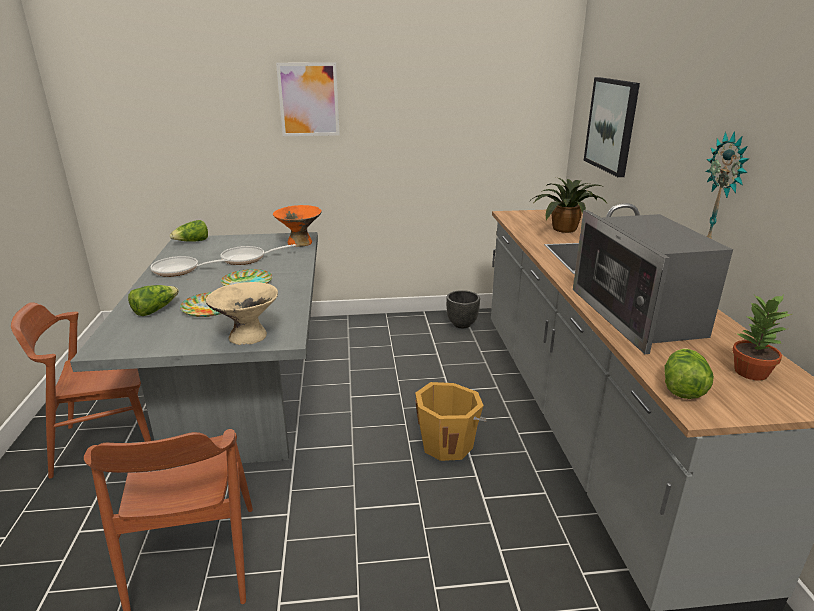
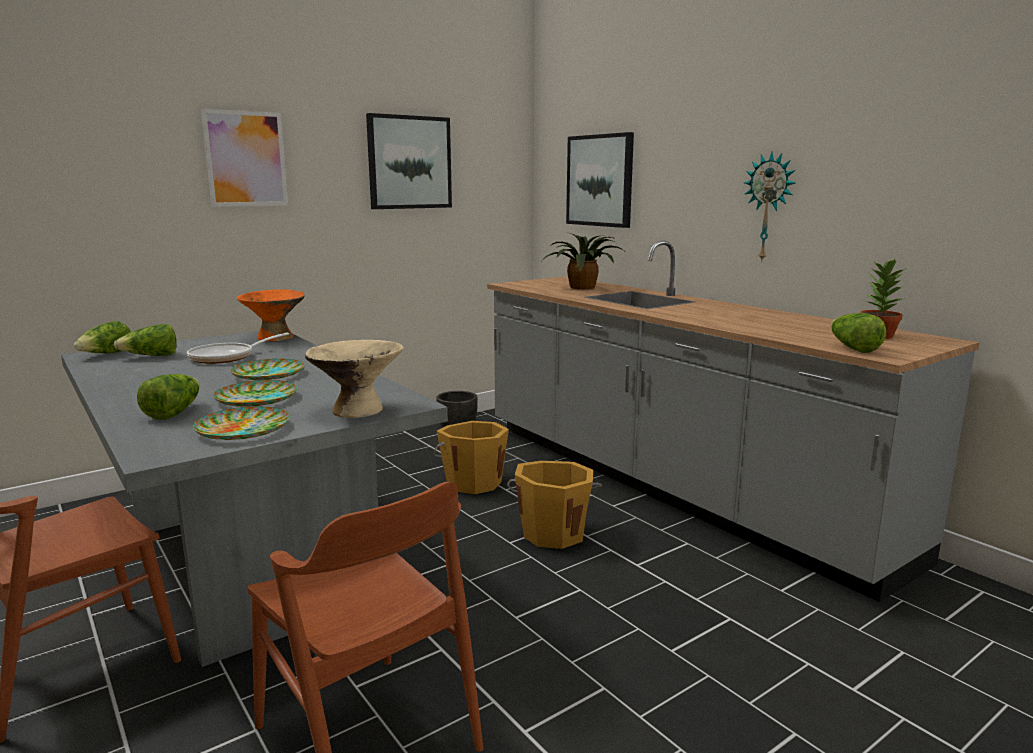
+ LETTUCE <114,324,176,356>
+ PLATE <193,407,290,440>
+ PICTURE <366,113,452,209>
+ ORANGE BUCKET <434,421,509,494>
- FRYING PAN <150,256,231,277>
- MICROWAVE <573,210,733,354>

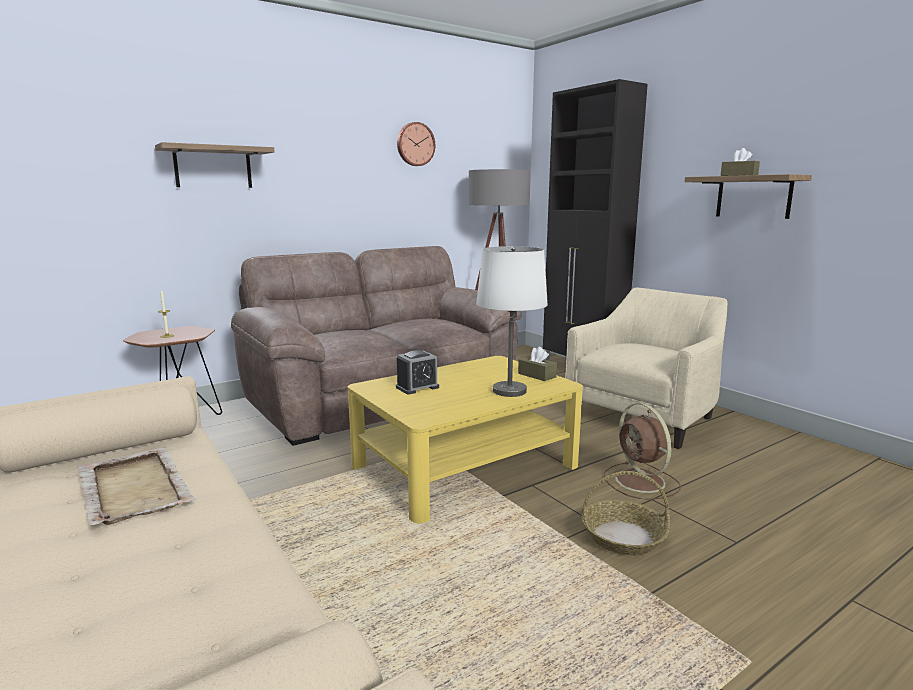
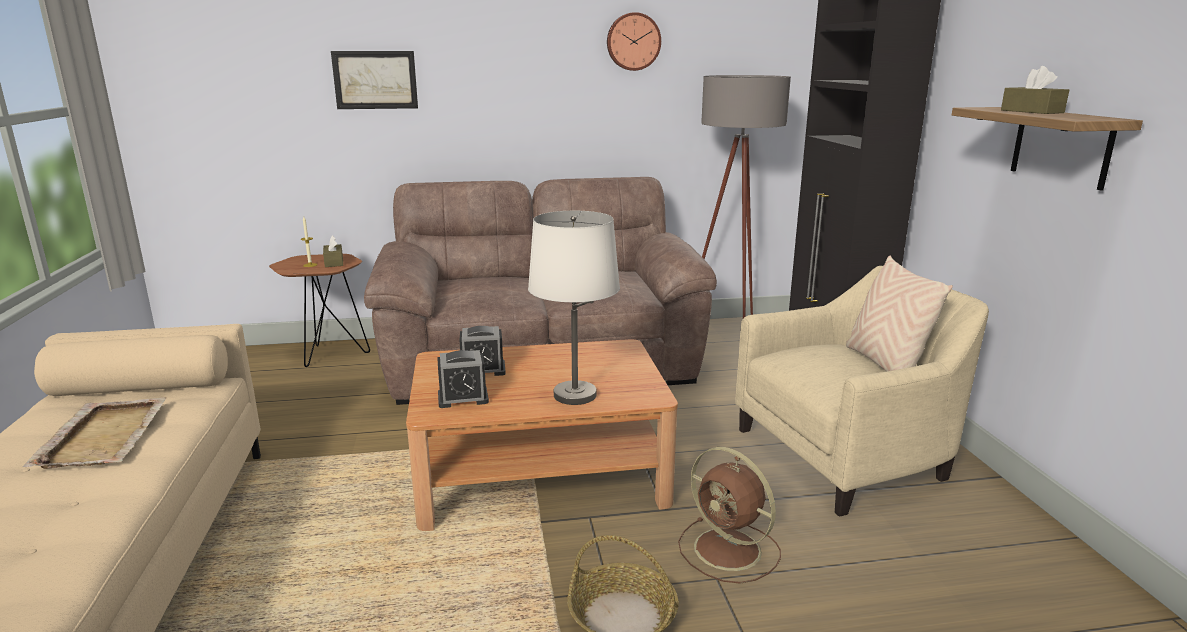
~ BROWN TISSUE BOX <518,347,557,381> to <323,235,343,267>
~ SHELF <155,142,275,188> to PICTURE <331,51,418,109>
~ YELLOW COFFEE TABLE <348,356,583,524> to BROWN COFFEE TABLE <406,339,678,531>
+ ALARM CLOCK <437,350,489,408>
~ BROWN FAN <604,403,681,500> = <678,447,781,584> 45 degrees counterclockwise
+ BEIGE PILLOW <846,255,953,371>

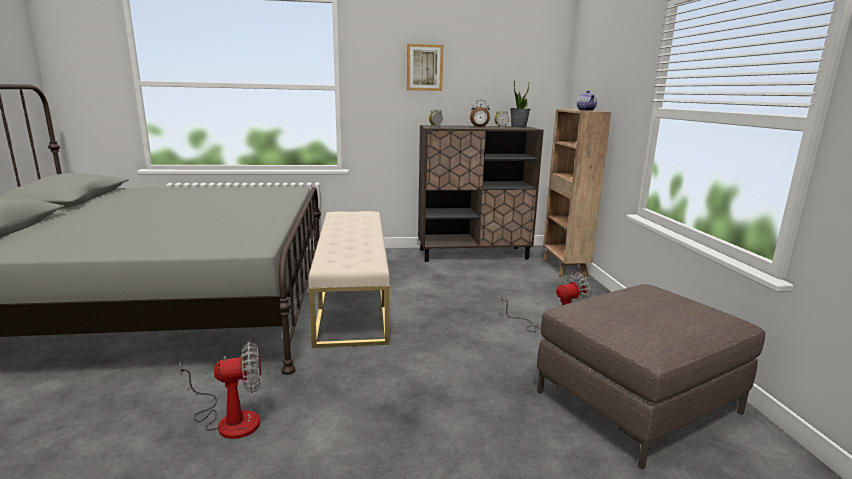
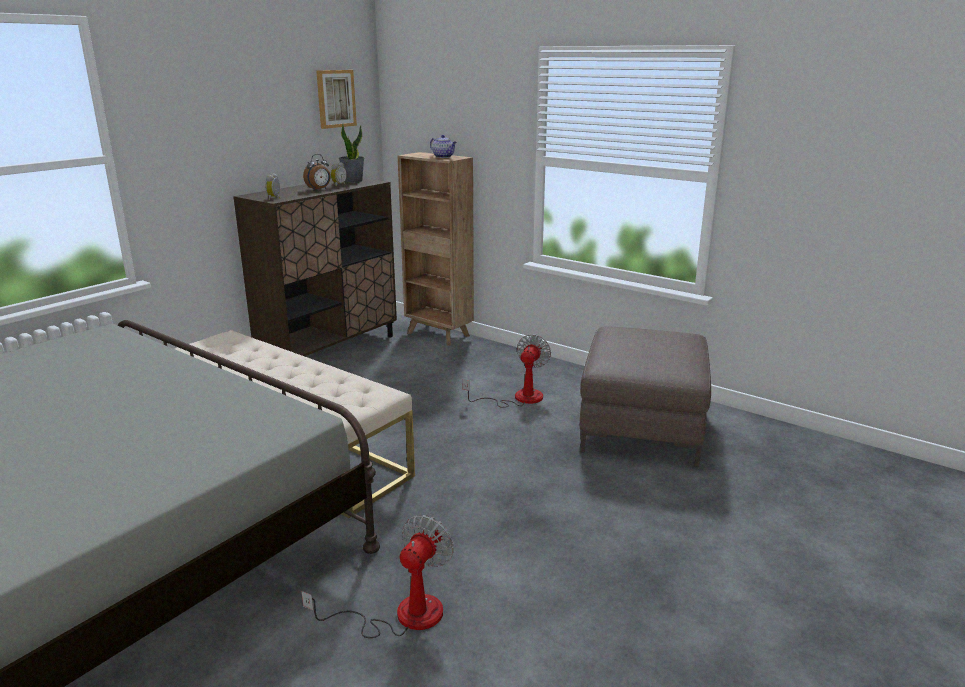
~ PICTURE <407,44,443,91> to <316,70,357,129>

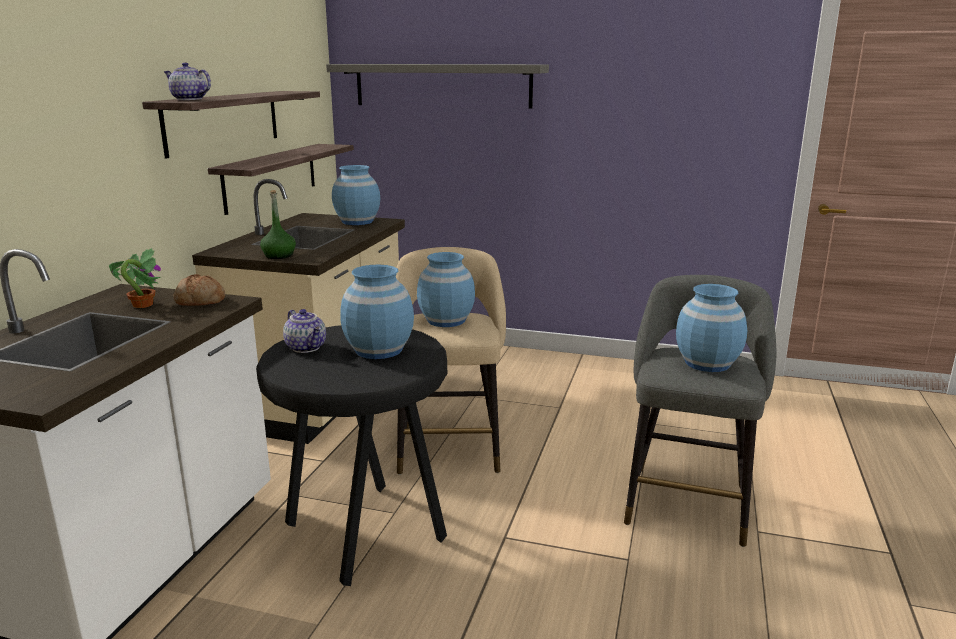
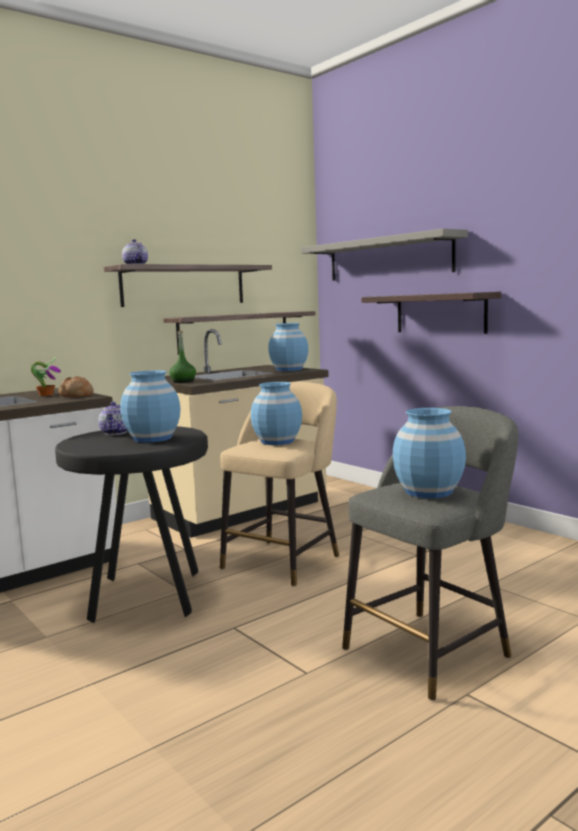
+ SHELF <362,292,501,334>

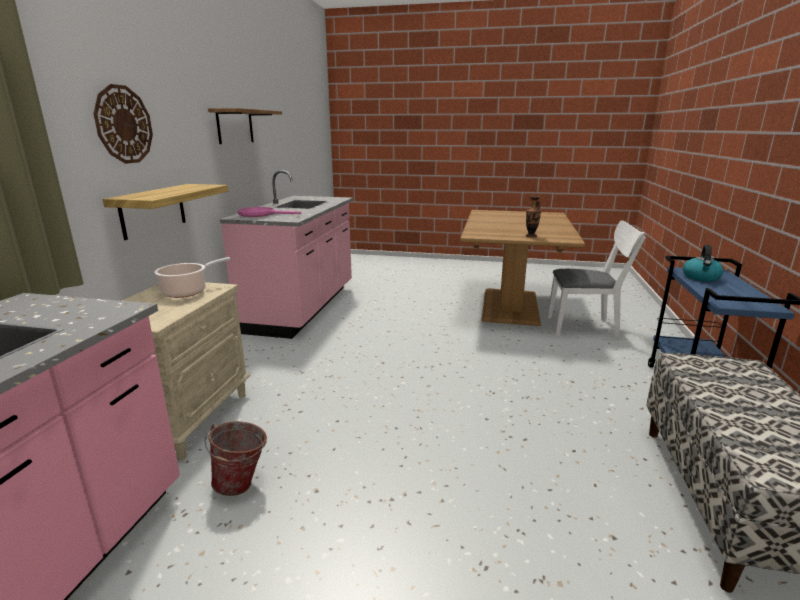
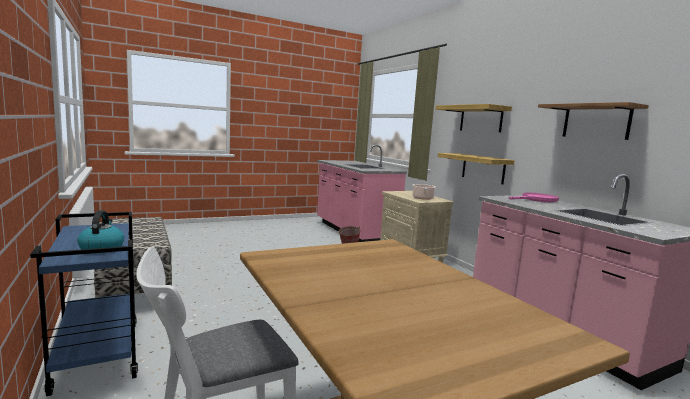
~ WALL CLOCK <93,84,153,164> to SHELF <436,104,512,132>
- VASE <526,196,541,237>

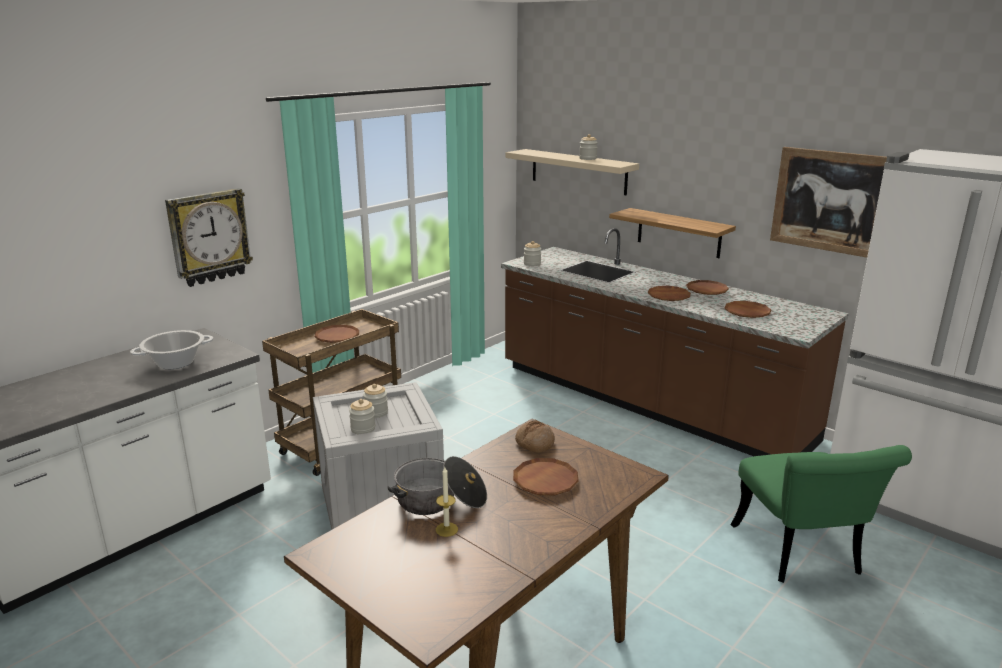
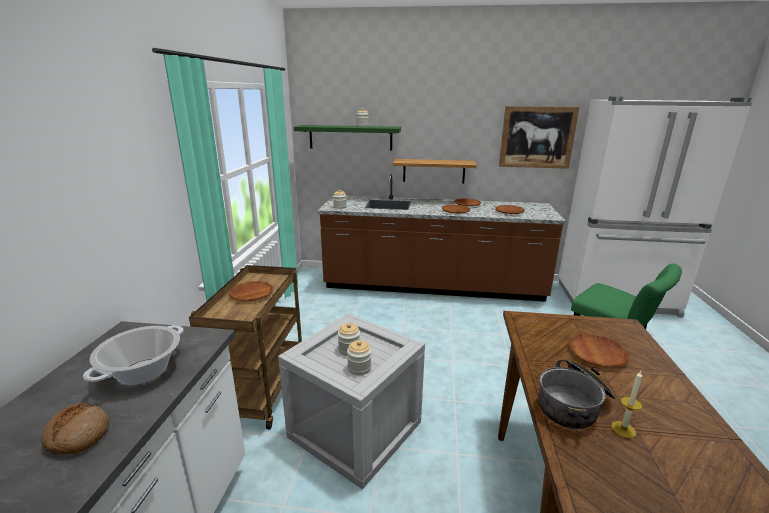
~ BREAD <515,420,555,453> to <41,403,109,455>
~ BEIGE SHELF <506,149,639,195> to GREEN SHELF <294,125,401,150>
- WALL CLOCK <165,188,253,287>

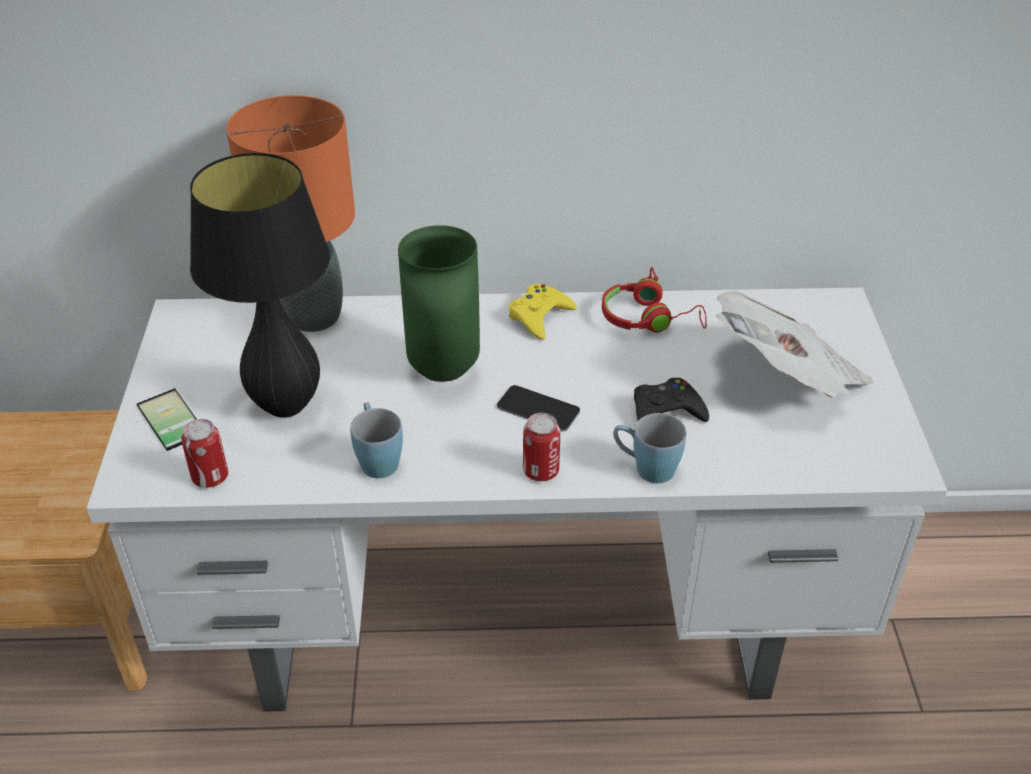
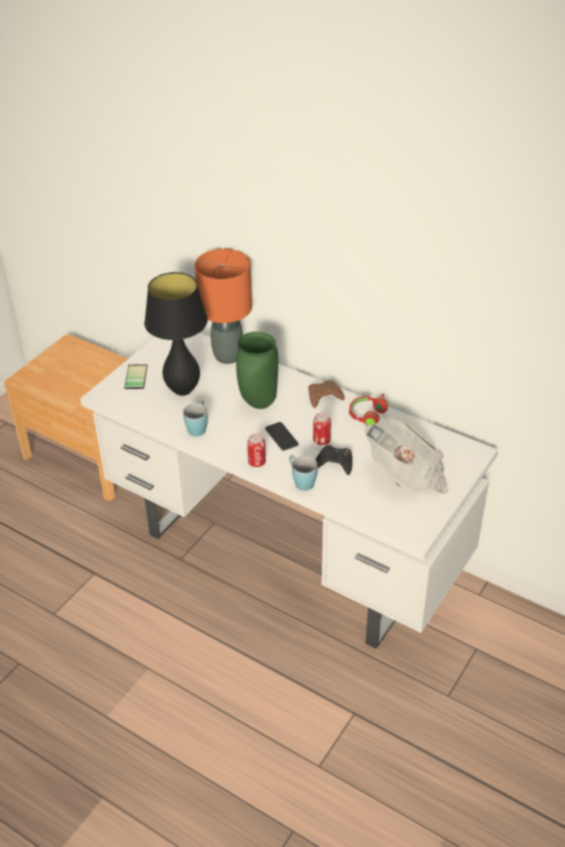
~ YELLOW GAME CONTROLLER <509,284,577,340> to BROWN GAME CONTROLLER <308,380,345,408>
~ CAN <181,419,228,488> to <313,412,331,445>

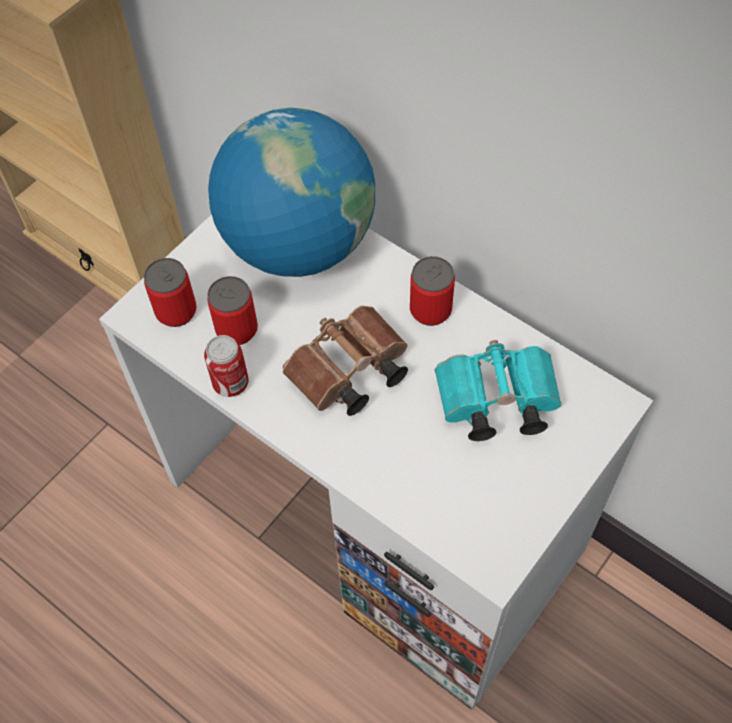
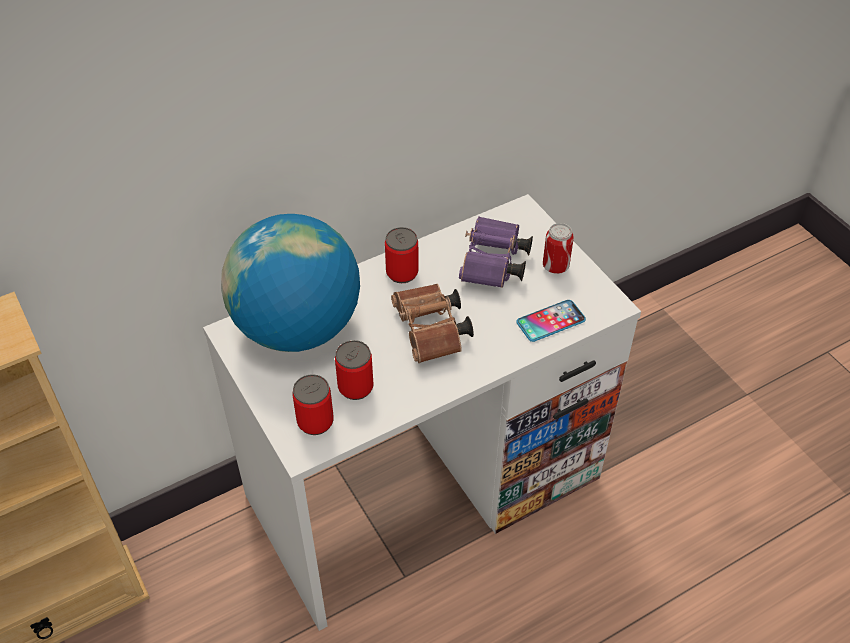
~ TURQUOISE BINOCULARS <434,340,561,441> to PURPLE BINOCULARS <459,216,533,288>
+ PHONE <516,300,586,342>
~ CAN <204,335,248,397> to <543,223,574,274>

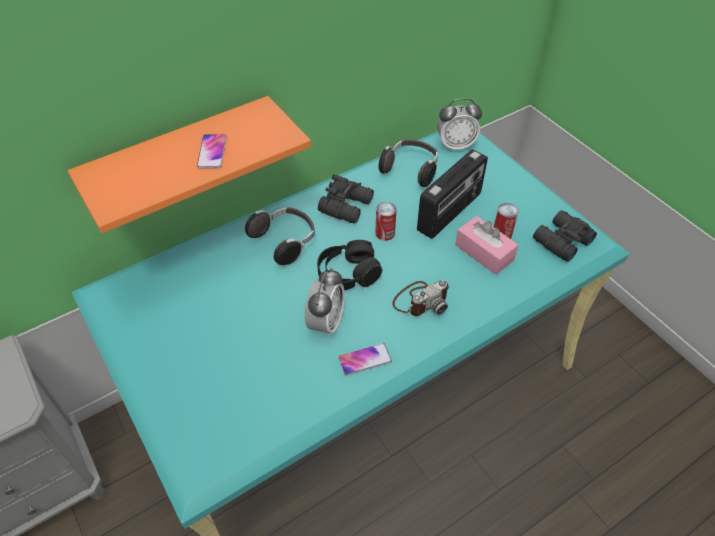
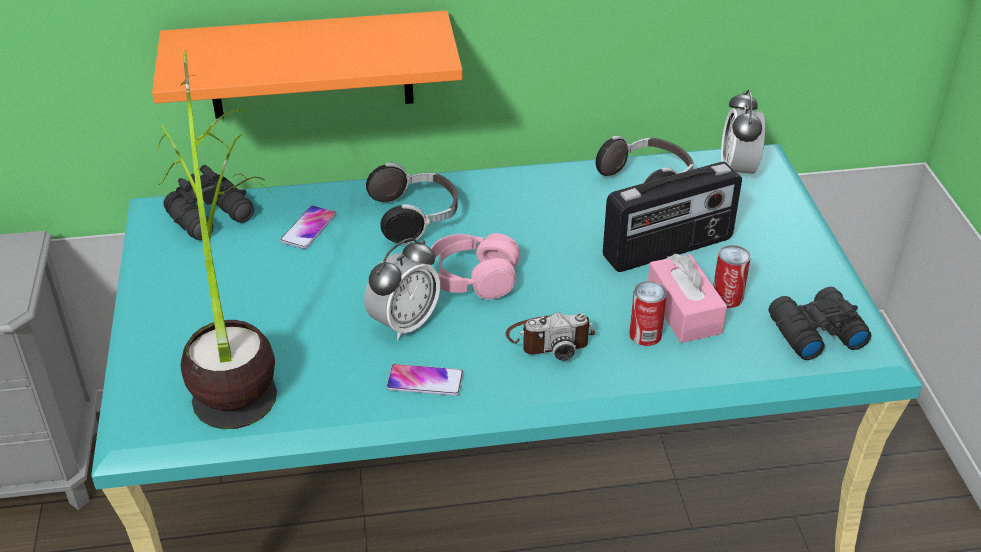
+ POTTED PLANT <157,50,277,429>
~ BLACK BINOCULARS <318,174,374,224> to <163,165,254,240>
~ PHONE <197,134,227,169> to <280,206,336,249>
~ BLACK HEADPHONES <317,240,382,290> to PINK HEADPHONES <428,233,520,299>
~ CAN <375,202,397,241> to <629,281,667,346>
~ ALARM CLOCK <437,98,482,151> = <721,90,765,174> 75 degrees clockwise

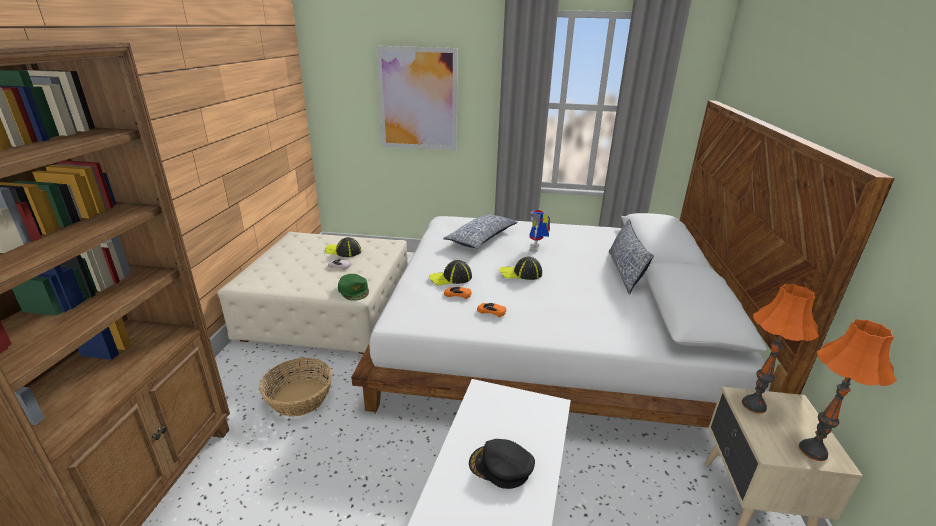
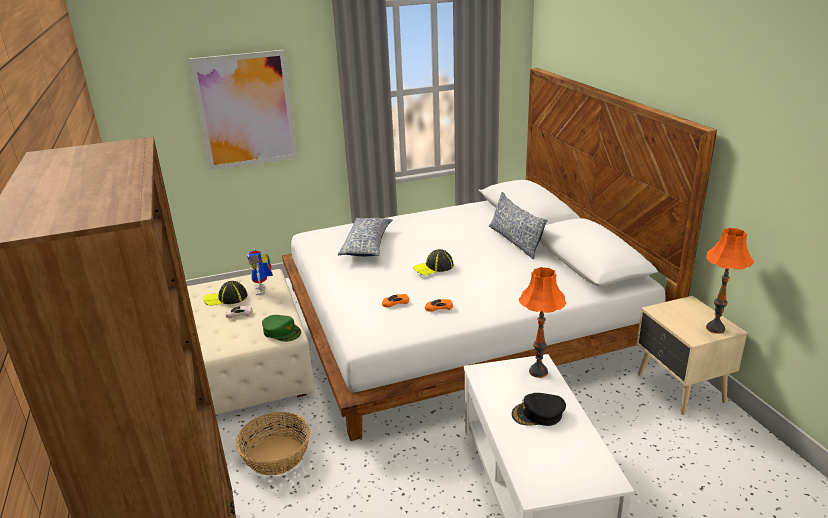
~ TOY ROBOT <529,209,550,252> to <247,248,273,295>
~ ORANGE TABLE LAMP <742,284,819,414> to <519,267,566,378>
- CAP <429,260,472,286>

